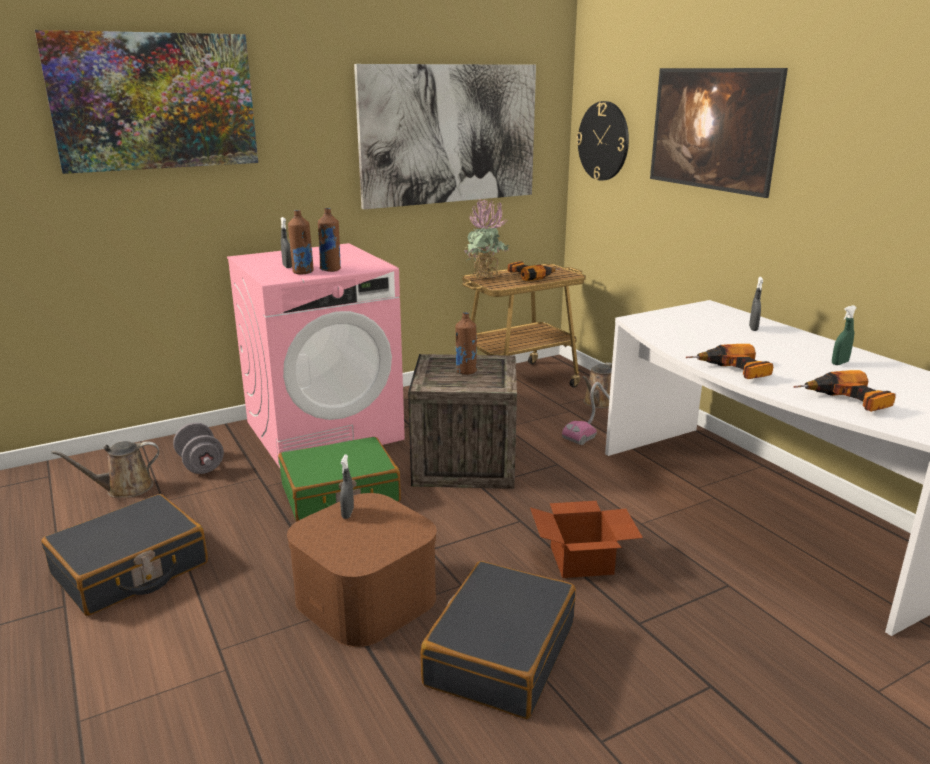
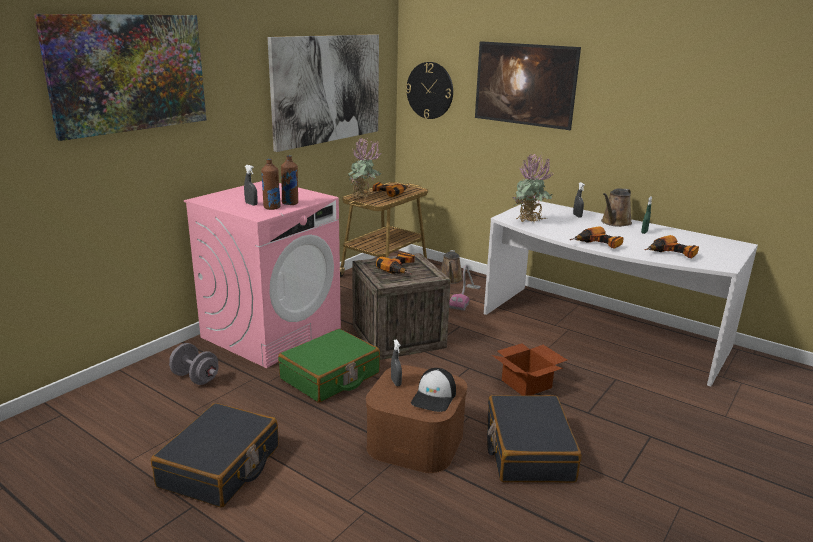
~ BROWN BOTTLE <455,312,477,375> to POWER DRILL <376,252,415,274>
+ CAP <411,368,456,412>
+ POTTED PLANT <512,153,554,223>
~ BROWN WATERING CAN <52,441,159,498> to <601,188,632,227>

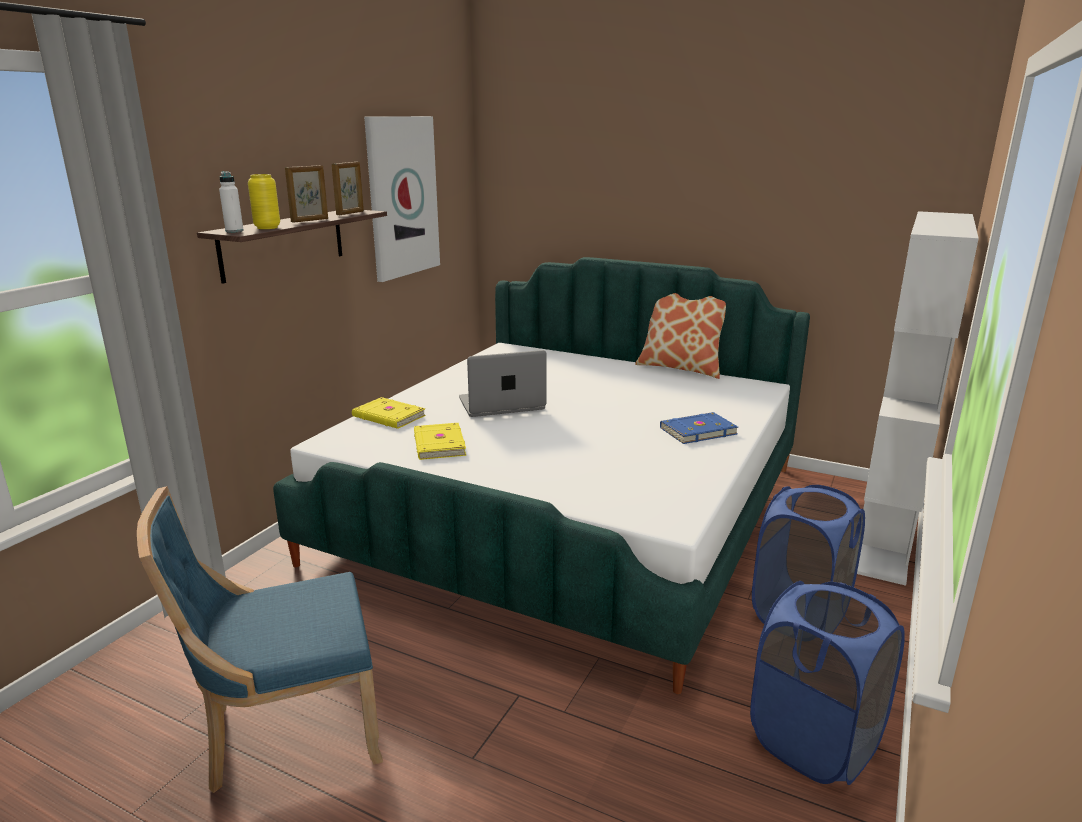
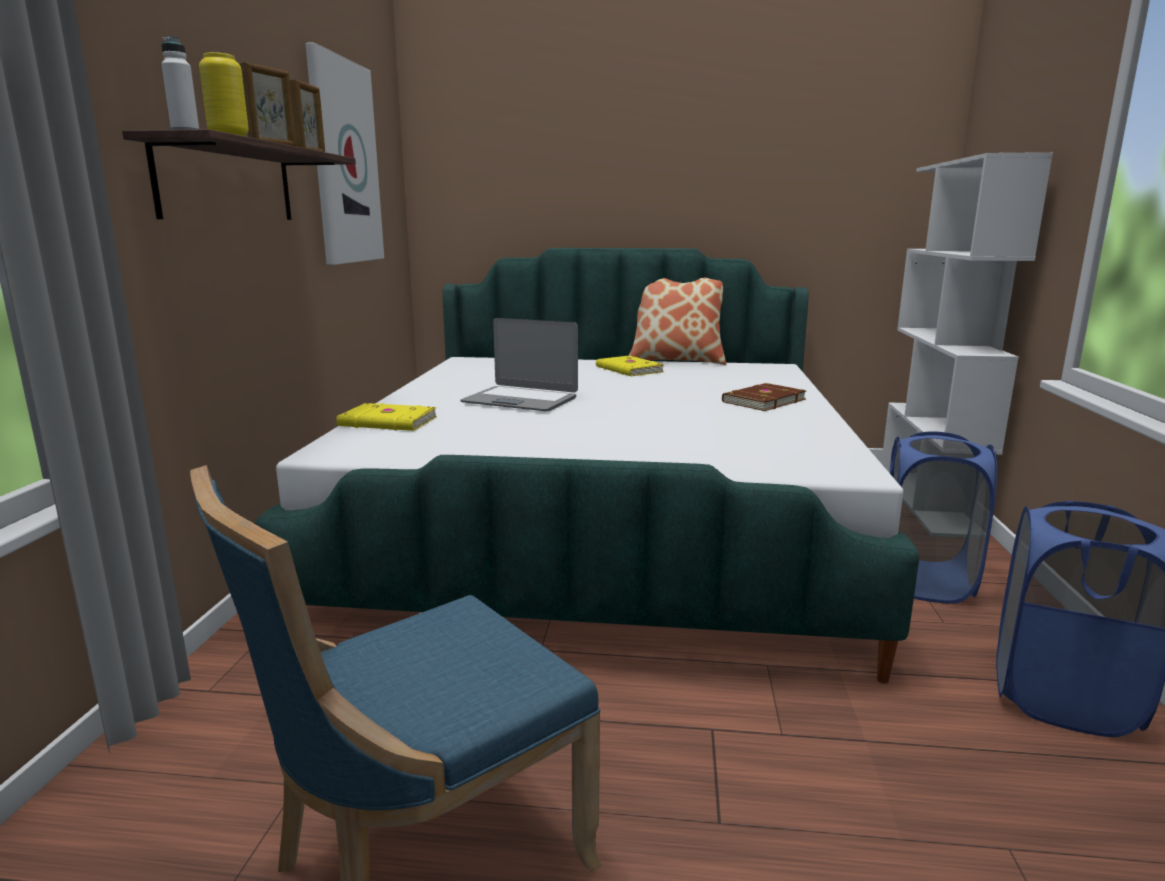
~ LAPTOP <459,350,547,417> = <460,318,578,411> 120 degrees counterclockwise
~ YELLOW BOOK <414,423,466,460> to <596,355,665,376>
~ BLUE BOOK <660,412,738,444> to BROWN BOOK <722,383,806,411>

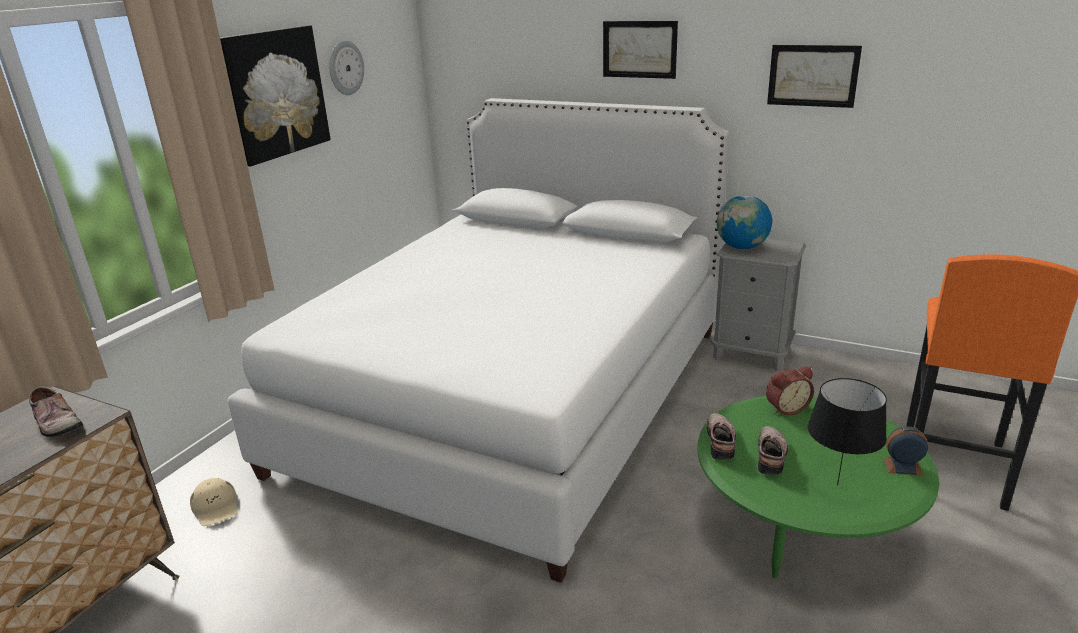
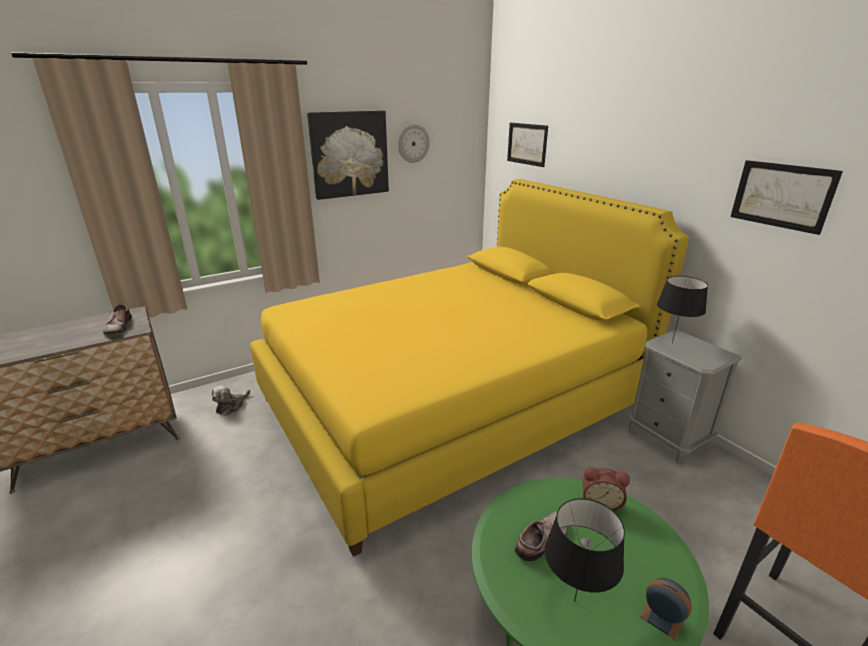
~ BEIGE CAP <190,478,238,526> to PLUSH TOY <212,385,250,416>
~ WHITE BED <228,98,730,583> to YELLOW BED <250,179,689,557>
~ PICTURE <603,21,678,79> to <507,123,548,167>
~ GLOBE <717,195,772,249> to BLACK TABLE LAMP <657,276,708,343>
- SHOE <707,413,736,460>

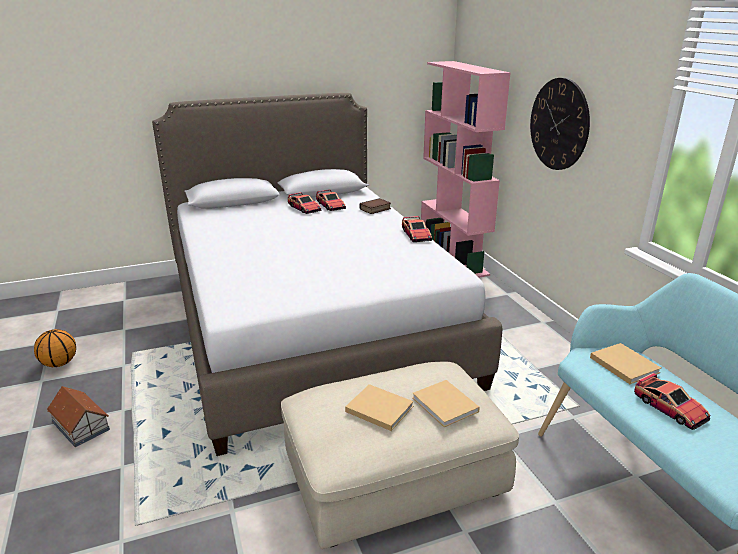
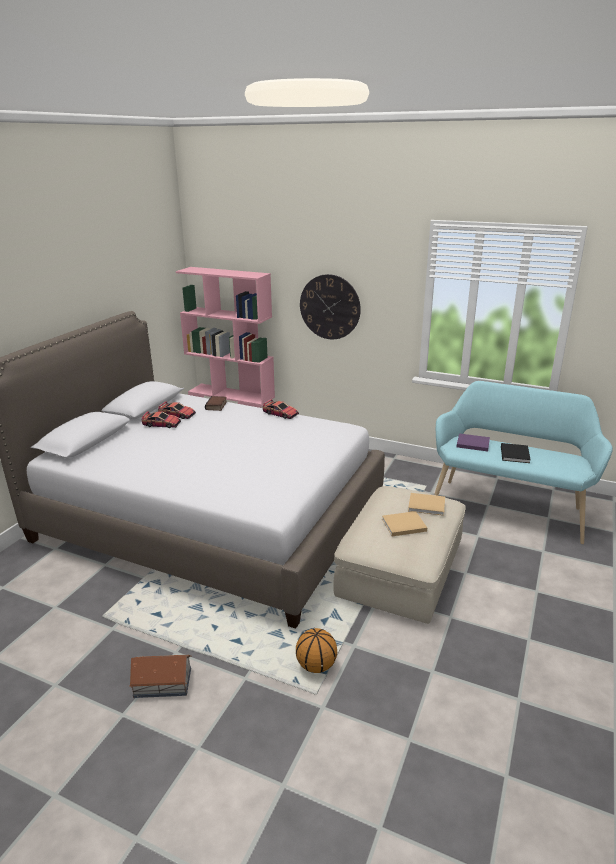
~ BASKETBALL <34,329,76,367> to <296,628,337,673>
~ BEIGE BOOK <590,343,661,384> to PURPLE BOOK <457,433,490,452>
~ TOY CAR <634,373,710,430> to BLACK BOOK <501,443,531,463>

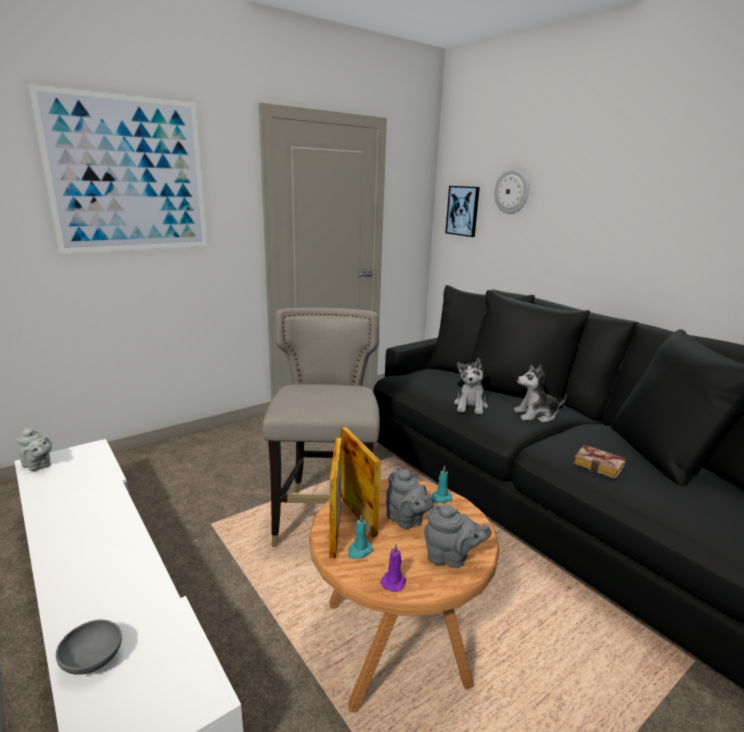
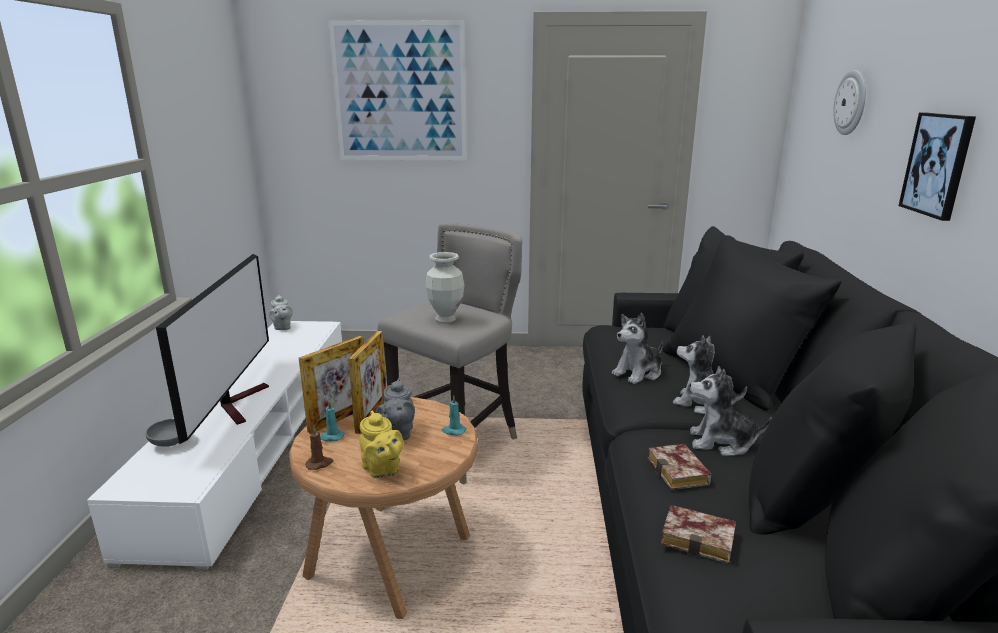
+ TELEVISION <156,254,269,444>
~ PURPLE CANDLE <381,544,406,592> to BROWN CANDLE <305,426,333,470>
~ GREY TEAPOT <424,504,491,568> to YELLOW TEAPOT <359,410,403,478>
+ VASE <426,252,464,323>
+ BOOK <661,505,736,564>
+ PLUSH TOY <690,366,772,456>
~ PICTURE <445,186,480,237> to <898,113,976,221>

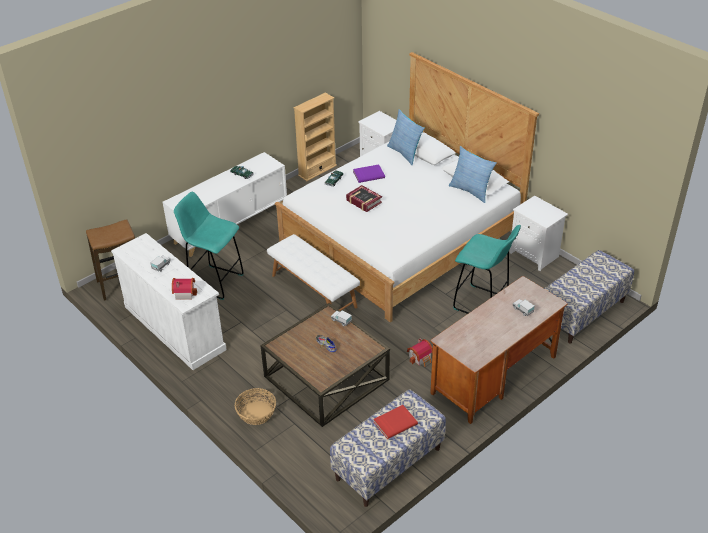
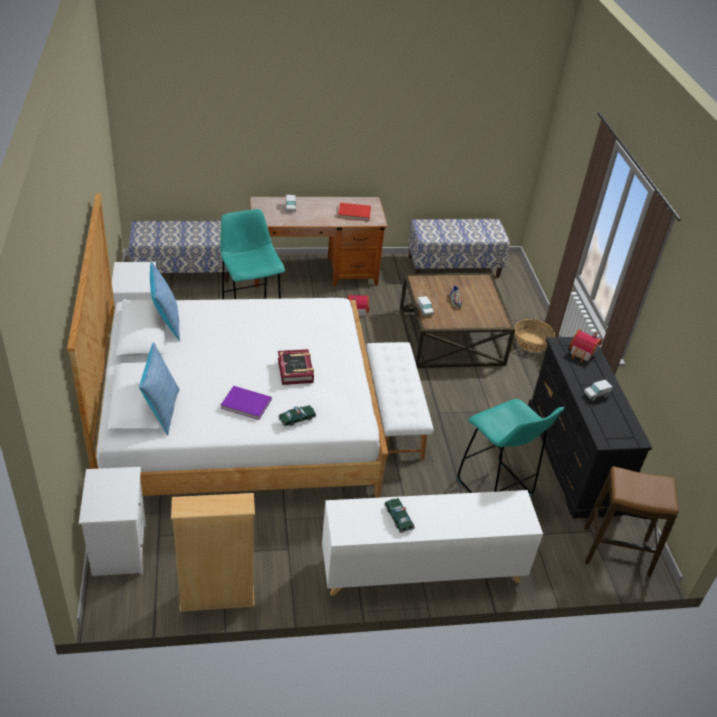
~ RED BOOK <373,405,418,439> to <338,203,371,221>
~ WHITE DRESSER <111,233,227,370> to BLACK DRESSER <528,337,652,519>

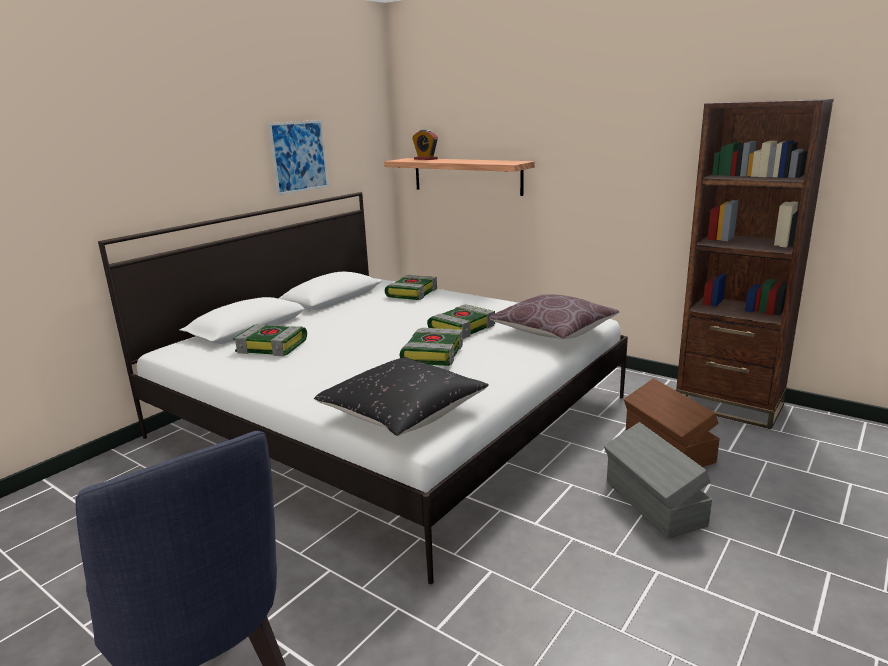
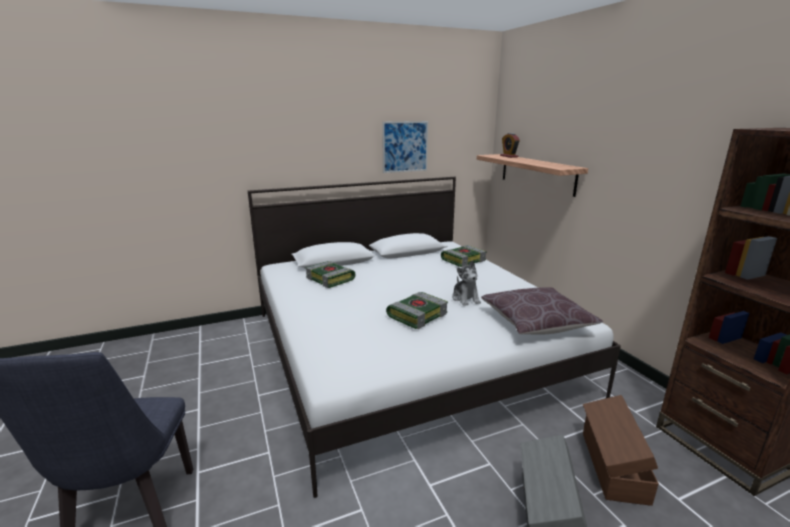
~ BOOK <427,305,495,339> to PLUSH TOY <452,260,481,306>
- BLACK PILLOW <314,357,489,436>

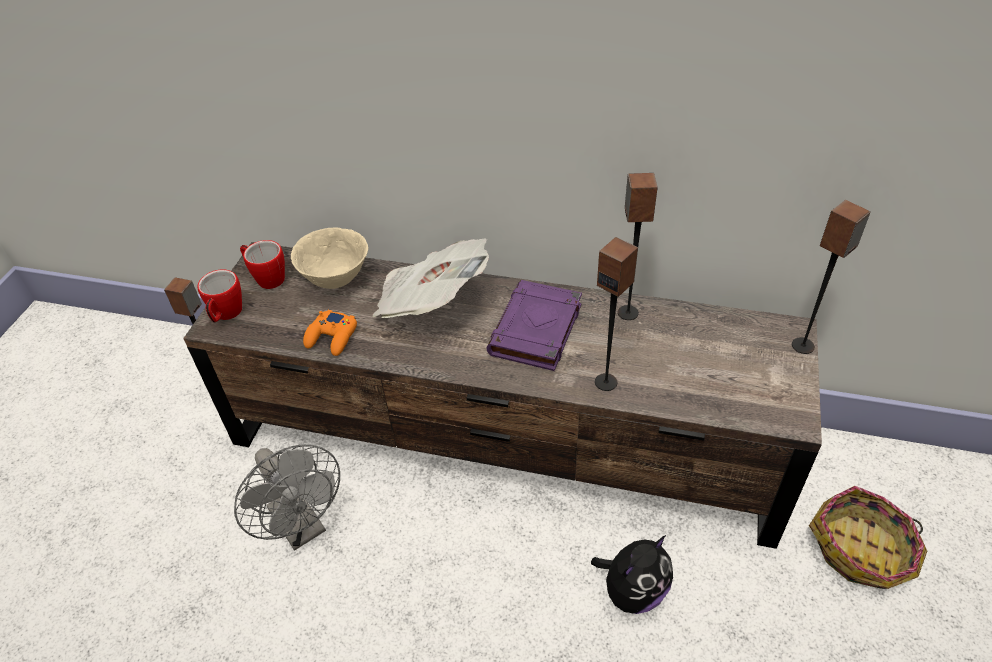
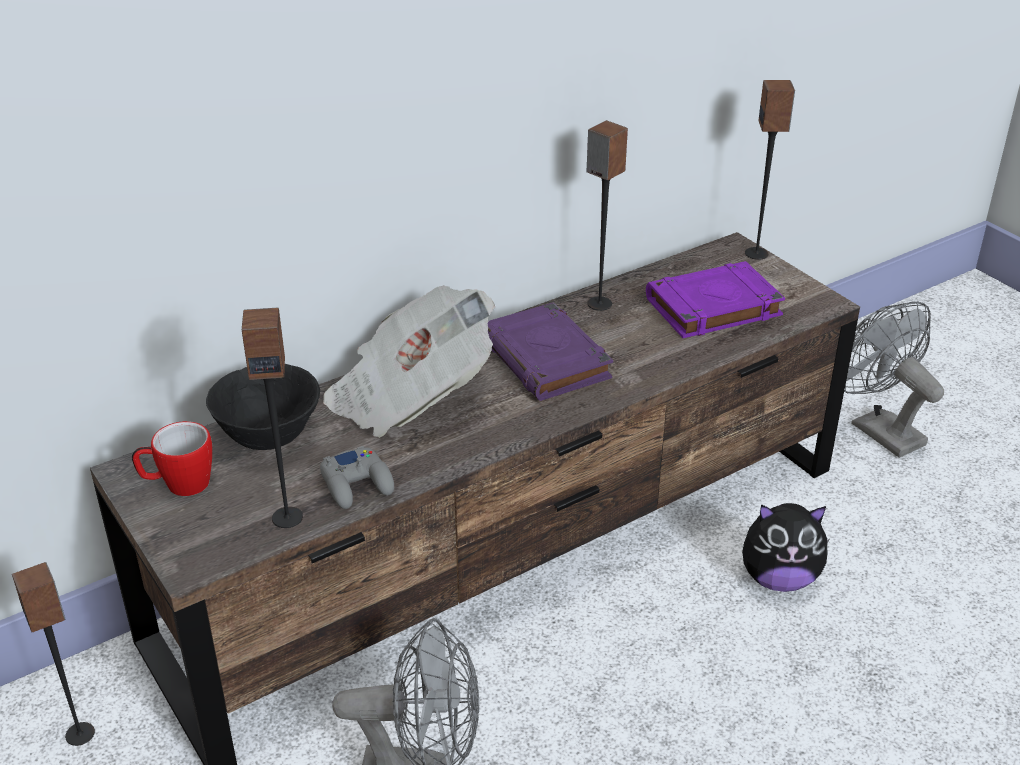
~ BEIGE BOWL <291,228,368,289> to BLACK BOWL <206,364,320,450>
~ SPEAKER <595,237,638,391> to <242,308,303,528>
~ ORANGE GAME CONTROLLER <303,310,357,356> to GREY GAME CONTROLLER <320,446,394,509>
+ PURPLE BOOK <646,261,785,338>
~ PLUSH TOY <591,535,673,614> = <742,503,829,592> 90 degrees clockwise
~ BASKET <809,486,927,589> to GREY FAN <844,302,944,458>
- MUG <198,269,242,323>

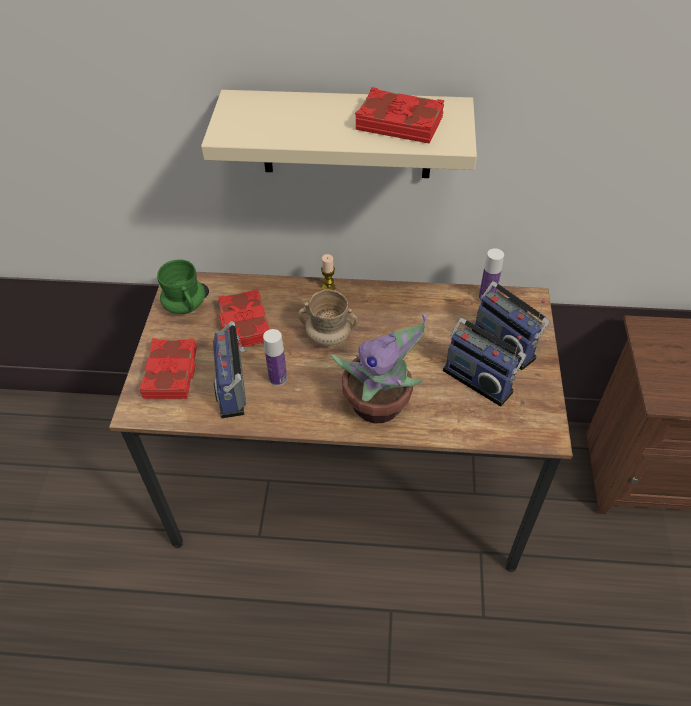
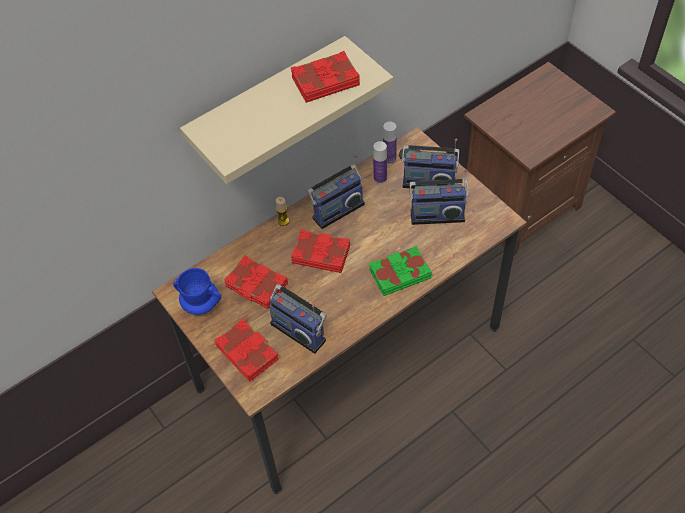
~ GREEN MUG <157,259,205,314> to BLUE MUG <173,268,221,315>
~ BEIGE MUG <298,289,359,346> to RED BOOK <291,229,350,273>
+ RADIO <307,155,365,229>
~ POTTED PLANT <332,314,427,423> to GREEN BOOK <369,245,432,296>
~ BOTTLE <263,329,287,386> to <373,141,387,184>

